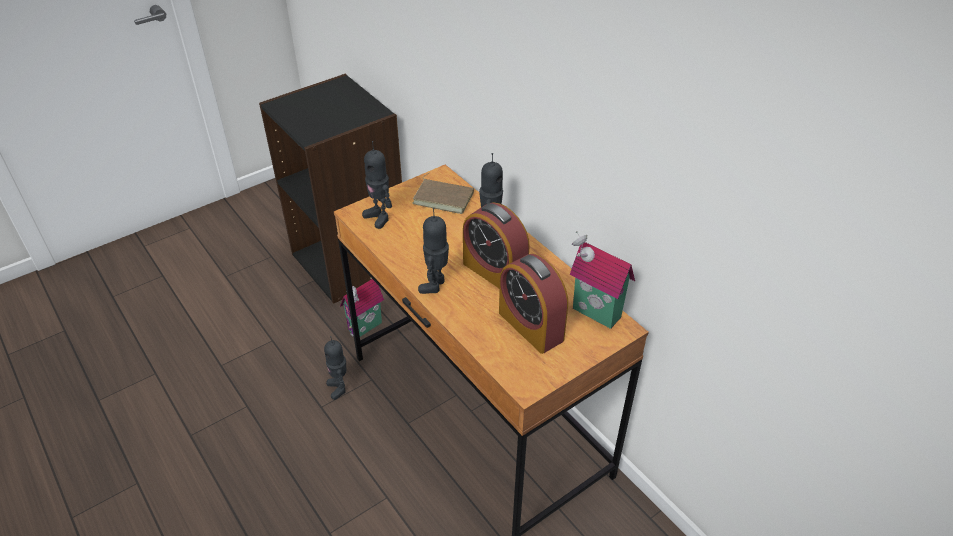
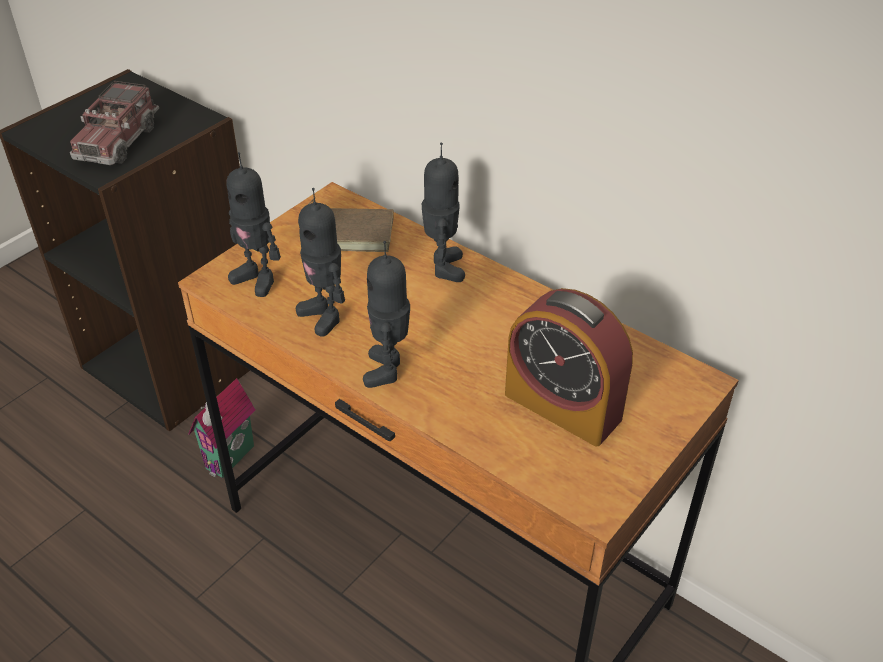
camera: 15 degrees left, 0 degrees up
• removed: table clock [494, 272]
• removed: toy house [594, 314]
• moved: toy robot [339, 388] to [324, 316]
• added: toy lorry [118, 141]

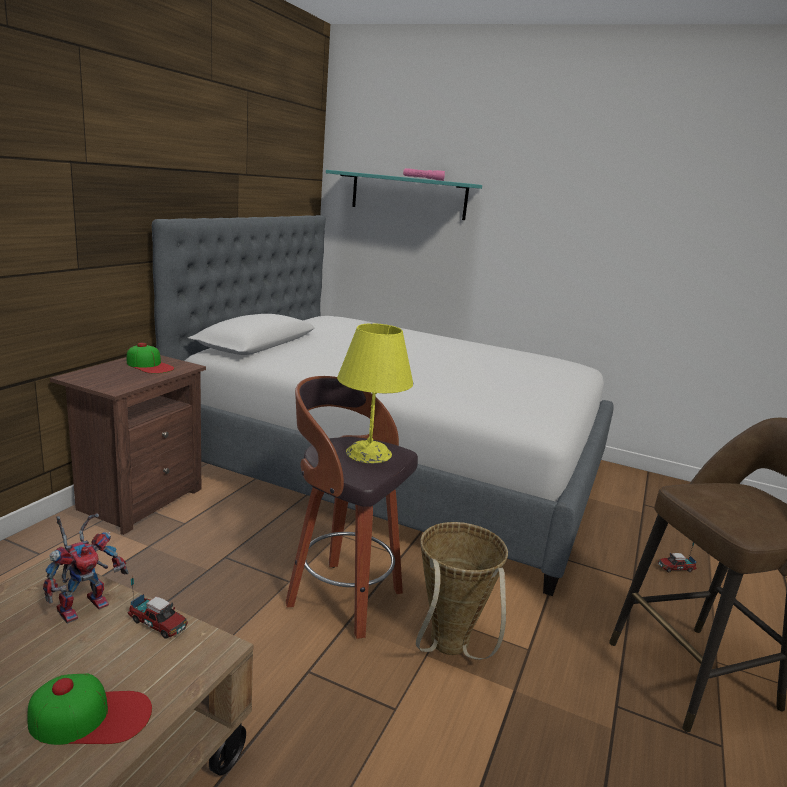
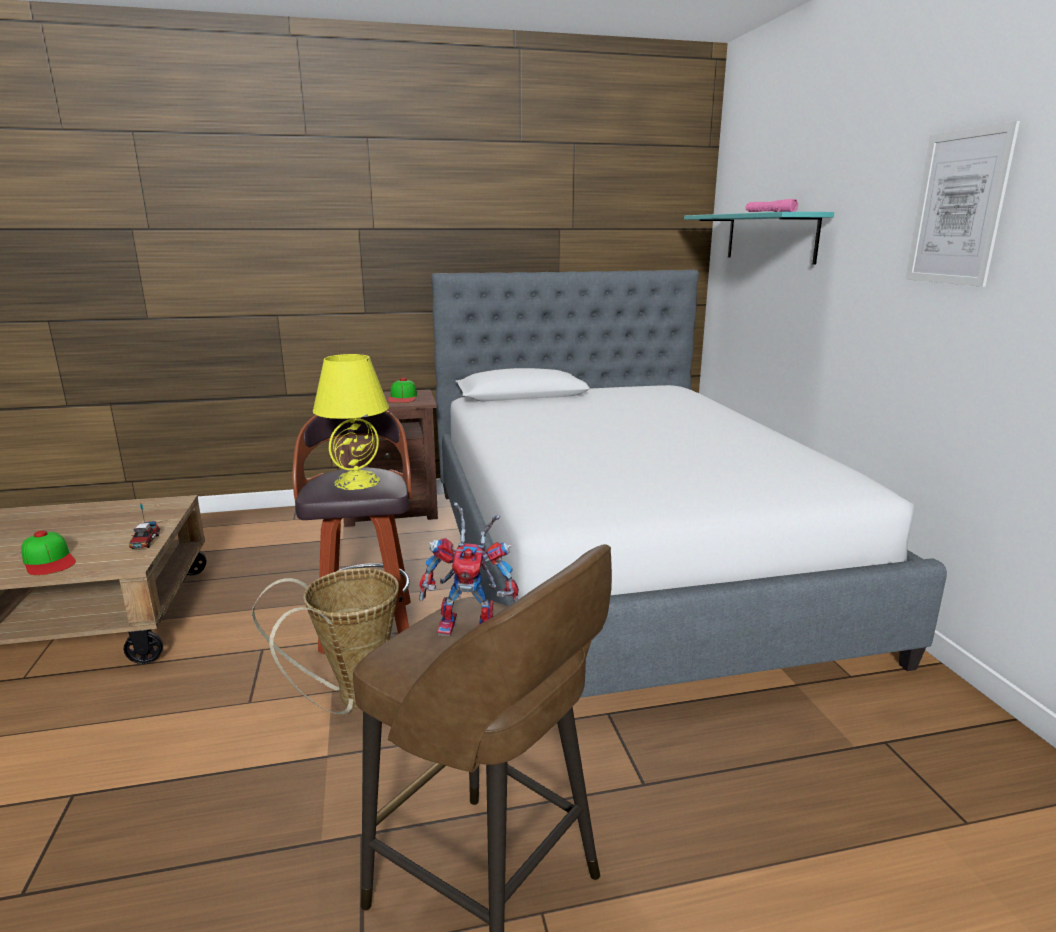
camera: 55 degrees right, 0 degrees up
• moved: toy robot [85, 604] to [472, 625]
• removed: toy lorry [675, 568]
• added: wall art [958, 208]

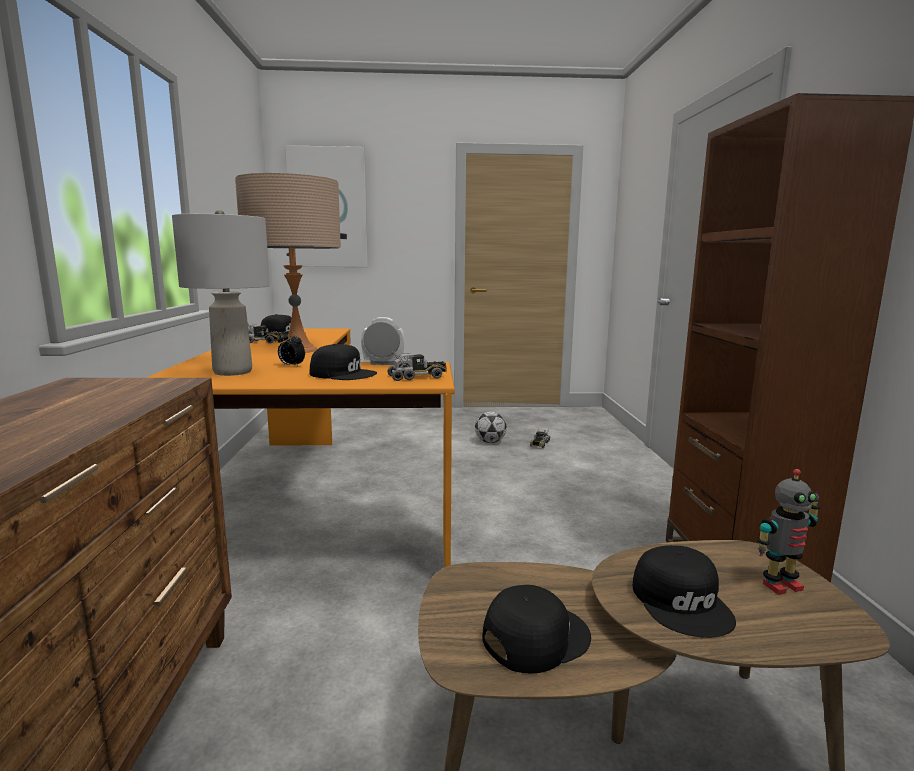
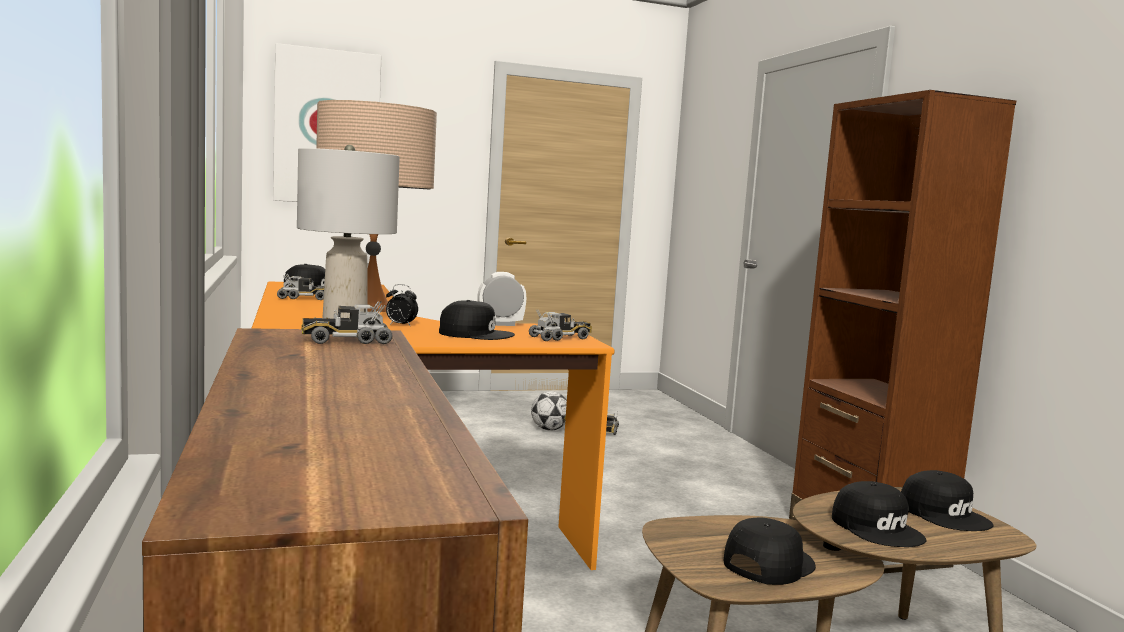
camera: 15 degrees left, 5 degrees down
• replaced: toy robot [780, 585] to blackish baseball cap [944, 514]
• added: toy lorry [346, 341]

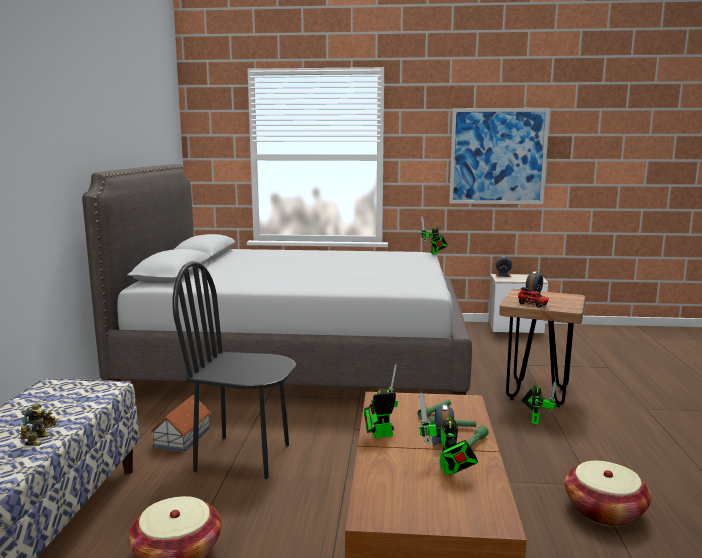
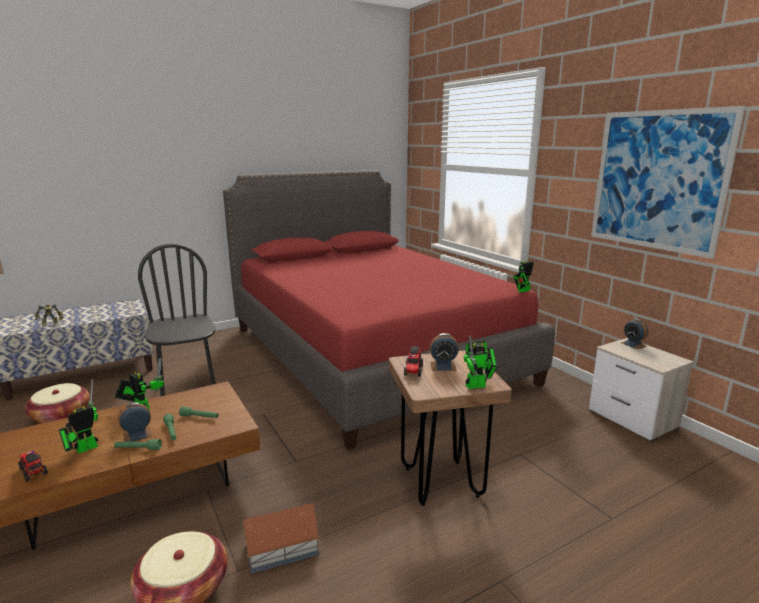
camera: 55 degrees right, 5 degrees up
• recoloured: greyish bed [300, 359] to red-coloured bed [372, 353]
• moved: toy robot [535, 420] to [478, 385]
• moved: toy house [181, 437] to [280, 547]
• added: toy lorry [33, 471]

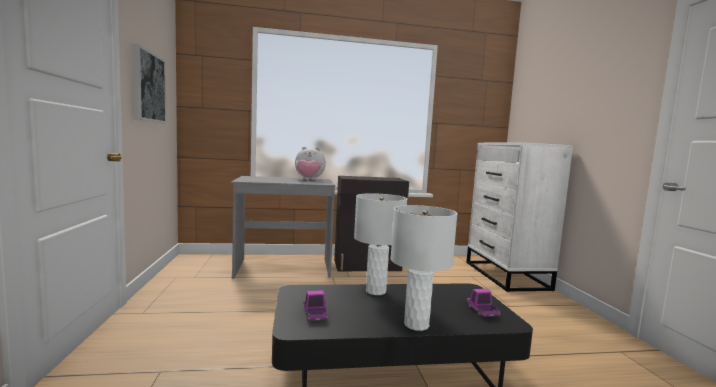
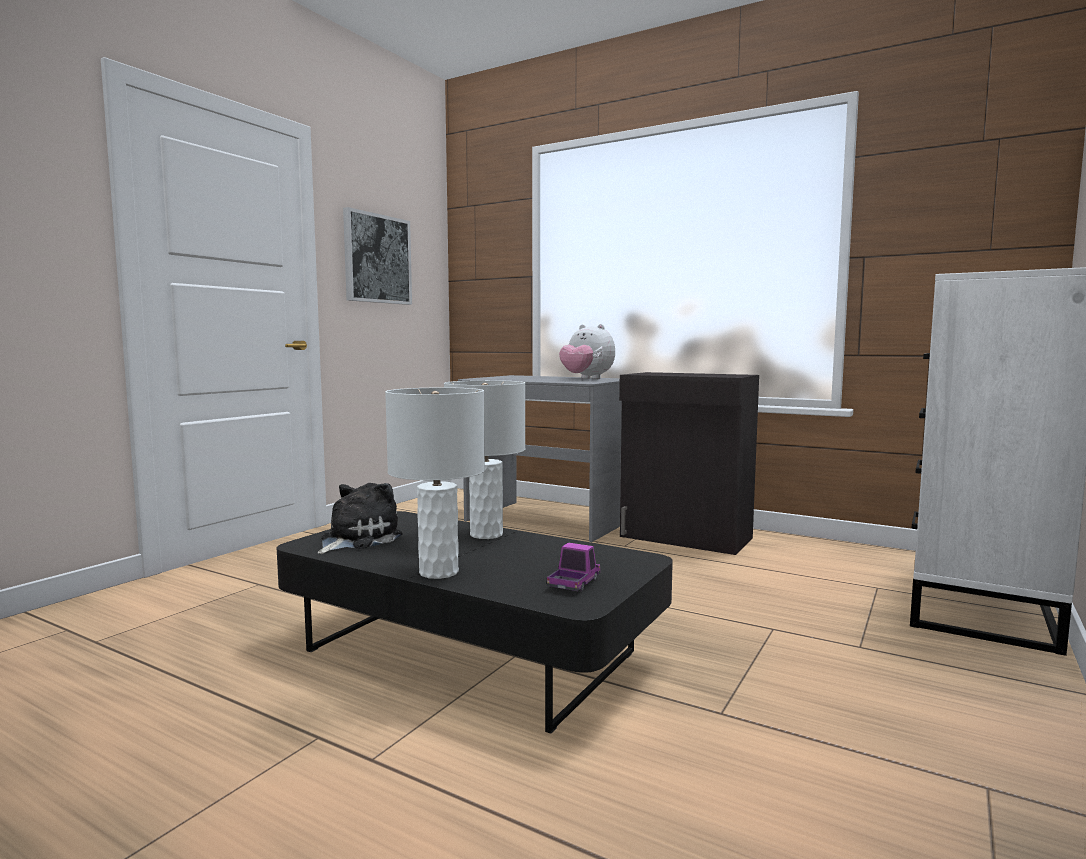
camera: 40 degrees right, 0 degrees up
• replaced: toy lorry [315, 315] to plush toy [357, 539]

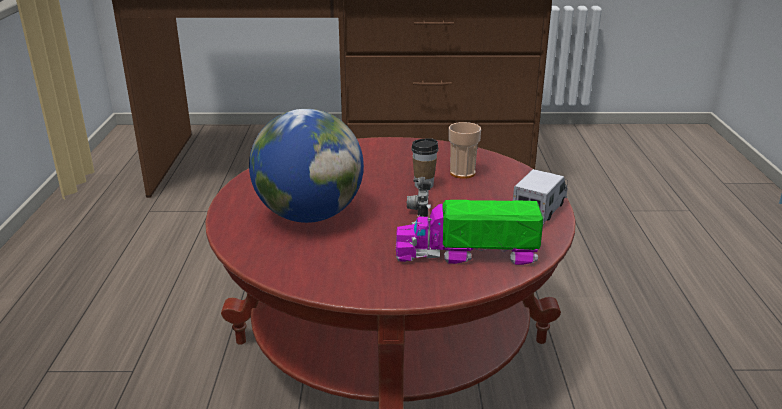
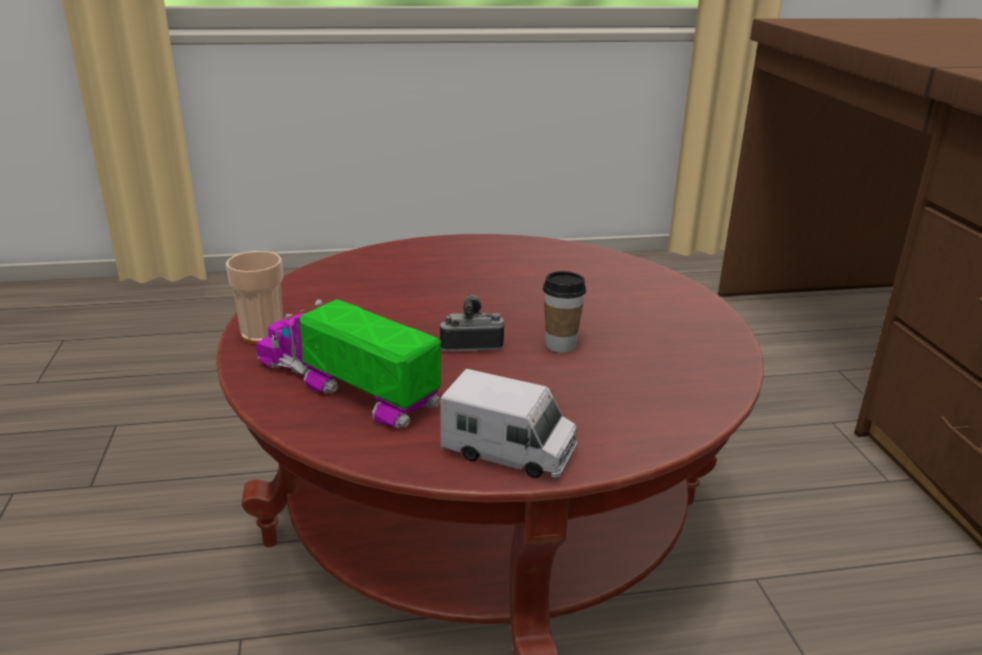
camera: 80 degrees right, 0 degrees up
• removed: desk globe [309, 216]
• moved: small cup [462, 173] to [263, 334]
• turned: toy lorry [466, 254] = [347, 385] 45 degrees counterclockwise

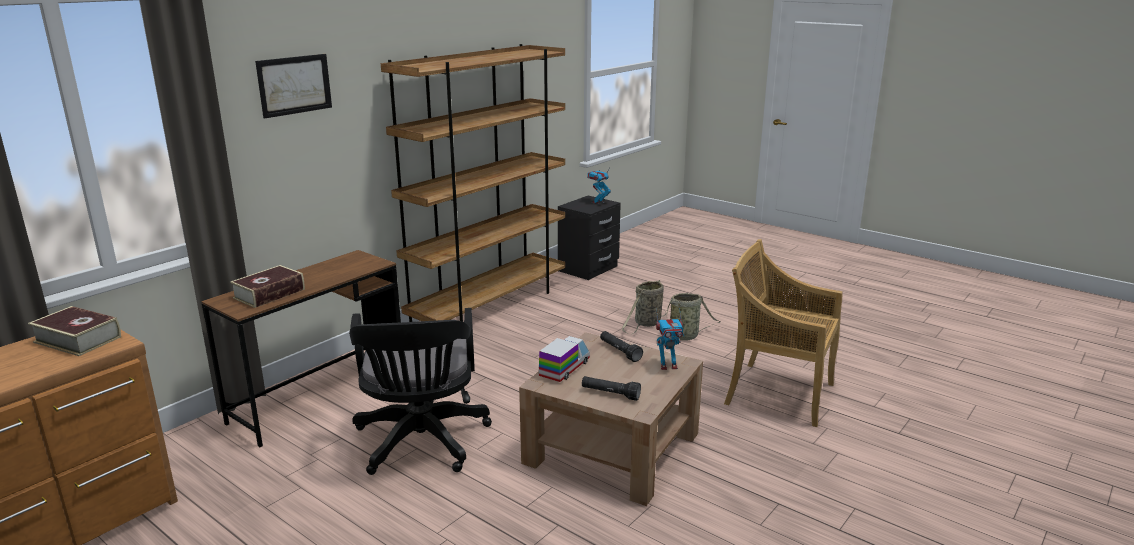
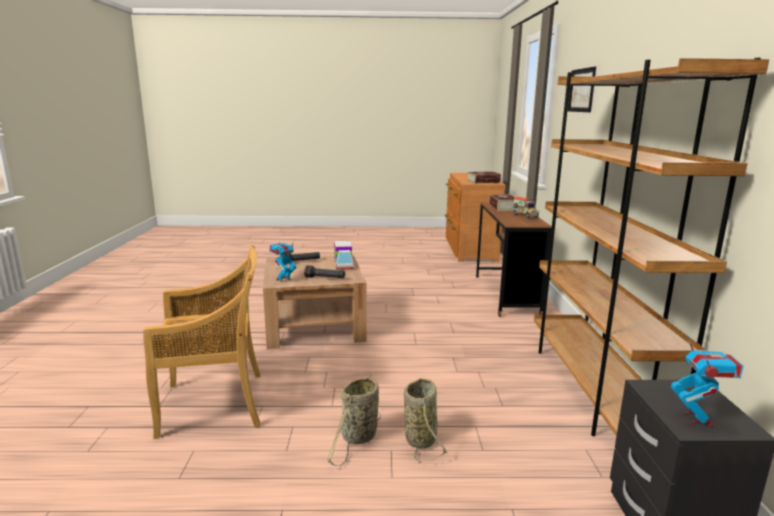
camera: 140 degrees right, 5 degrees down
• removed: blackish desk chair [421, 444]
• added: toy lorry [524, 216]

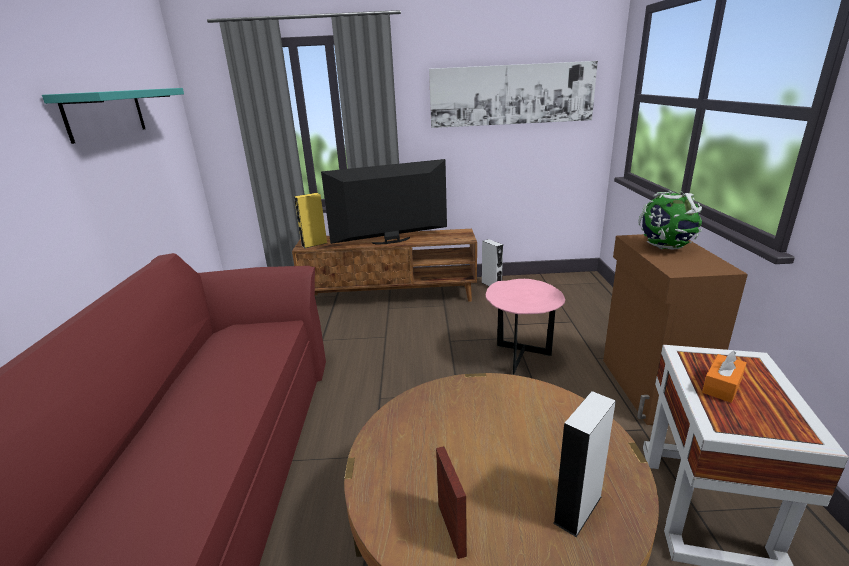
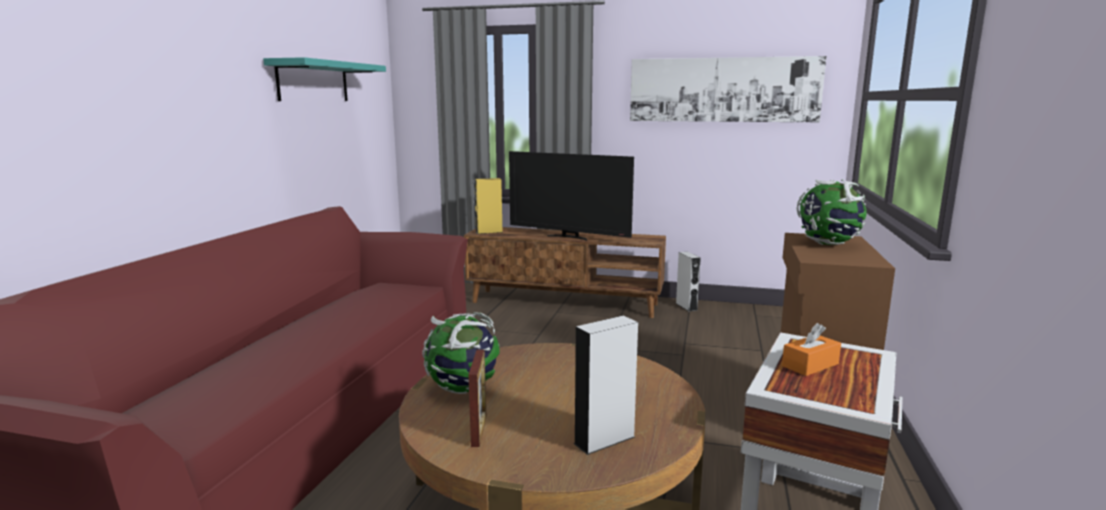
camera: 15 degrees right, 10 degrees down
• turned: TV set [391, 241] = [569, 237] 150 degrees counterclockwise
• removed: pink-coloured side table [520, 359]
• added: desk globe [463, 388]

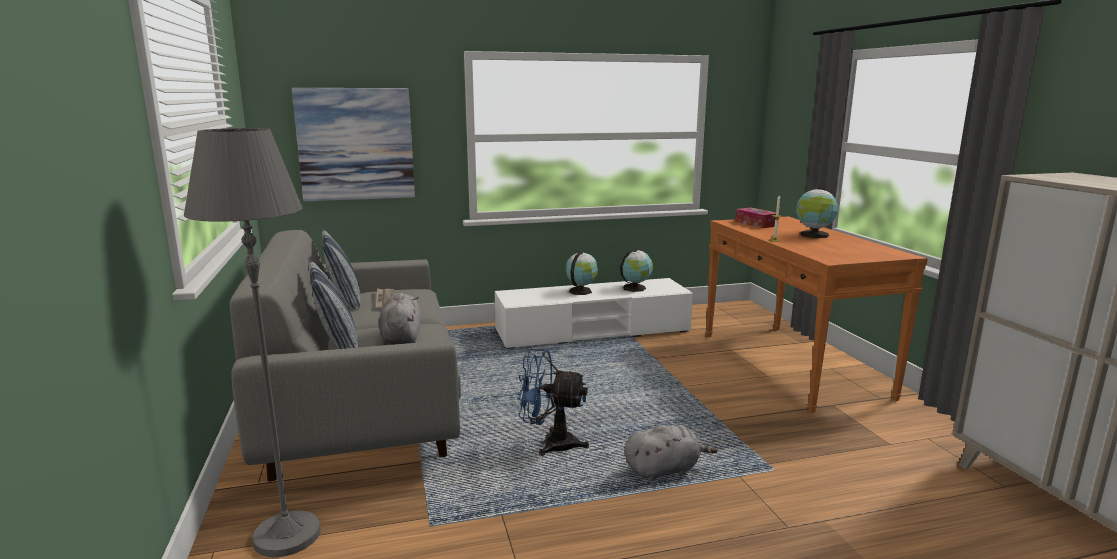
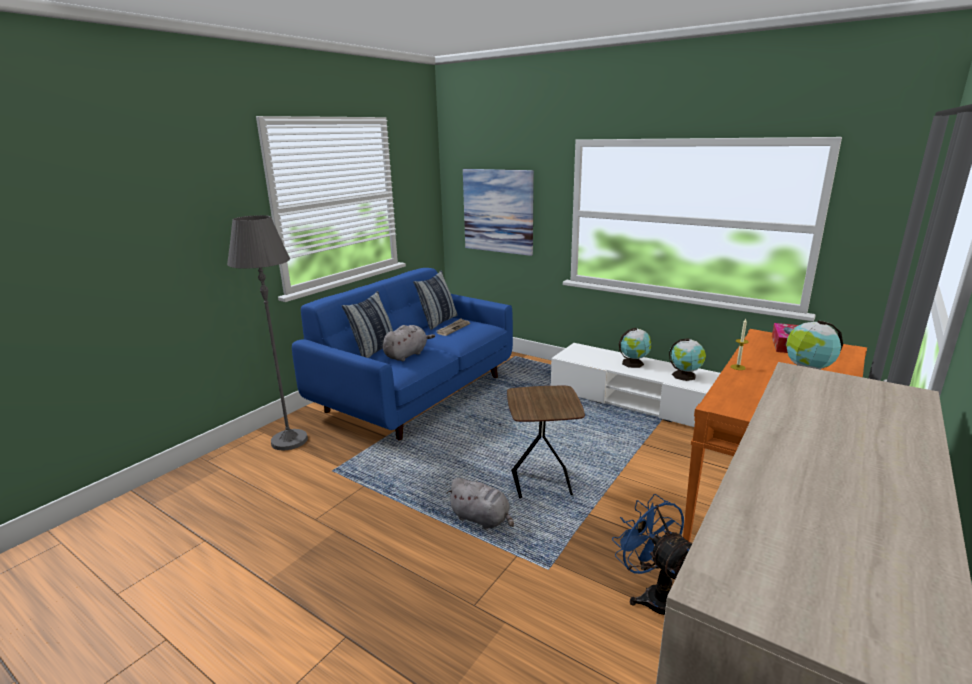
camera: 50 degrees right, 5 degrees up
• recoloured: greyish couch [364, 407] to blue-coloured couch [417, 394]
• moved: blue-coloured cooling fan [550, 443] to [654, 596]
• added: brown-coloured side table [543, 483]

